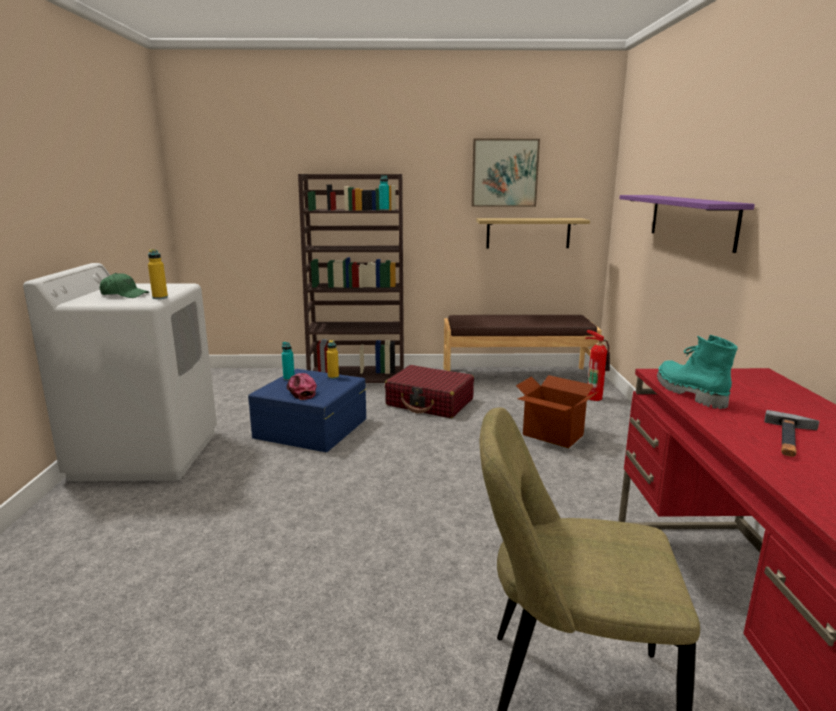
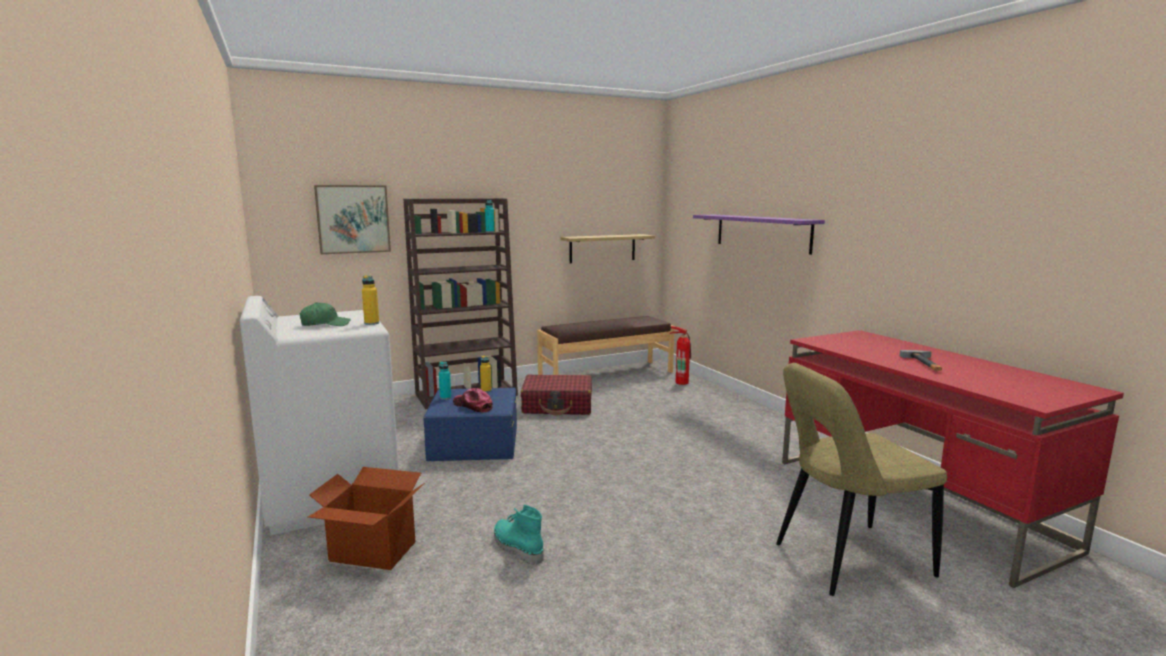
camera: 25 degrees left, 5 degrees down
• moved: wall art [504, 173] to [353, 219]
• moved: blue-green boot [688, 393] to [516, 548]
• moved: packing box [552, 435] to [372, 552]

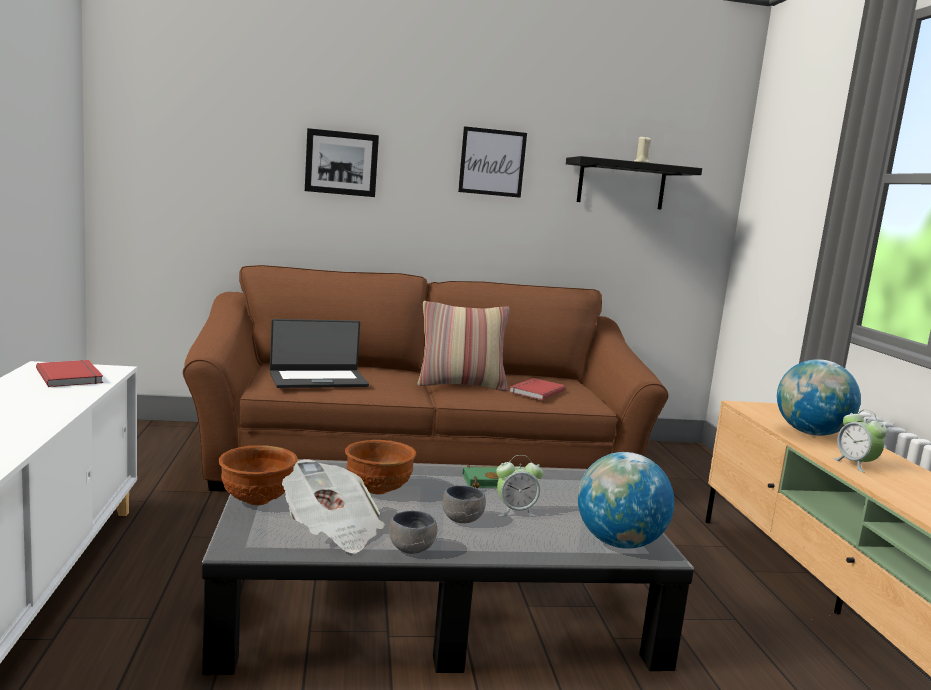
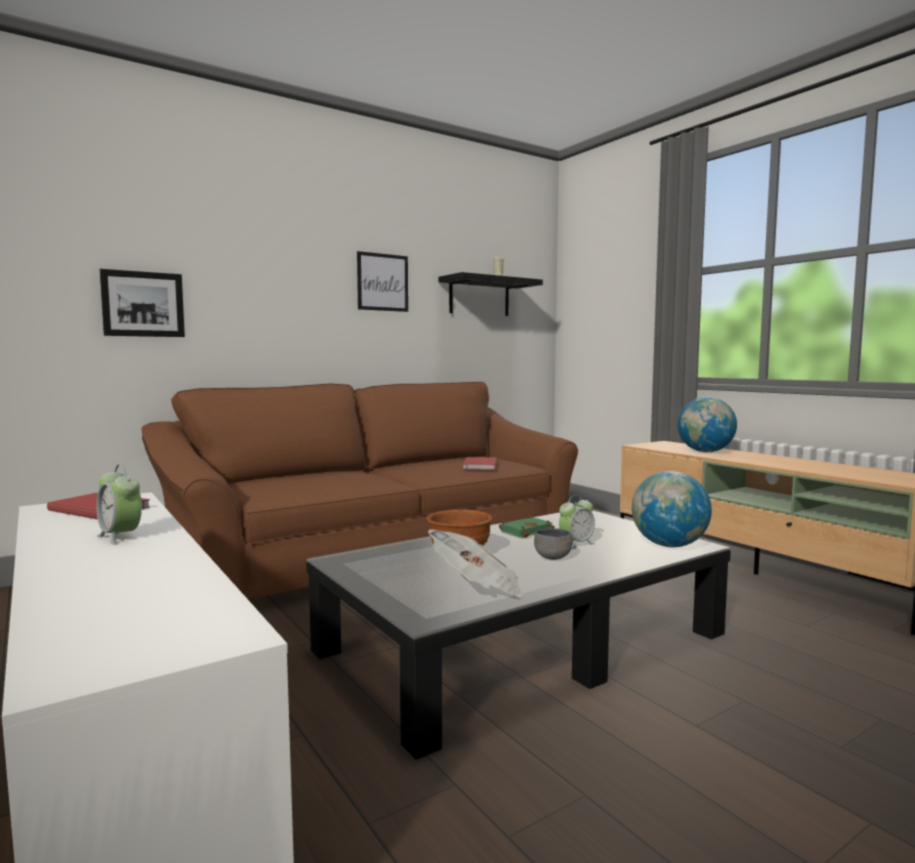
camera: 25 degrees left, 5 degrees down
• moved: wall art [341, 163] to [143, 304]
• removed: pillow [461, 385]
• removed: portable computer [318, 379]
• moved: table clock [855, 464] to [120, 537]
• removed: brown-coloured serving bowl [256, 500]
• removed: greyish serving bowl [410, 548]

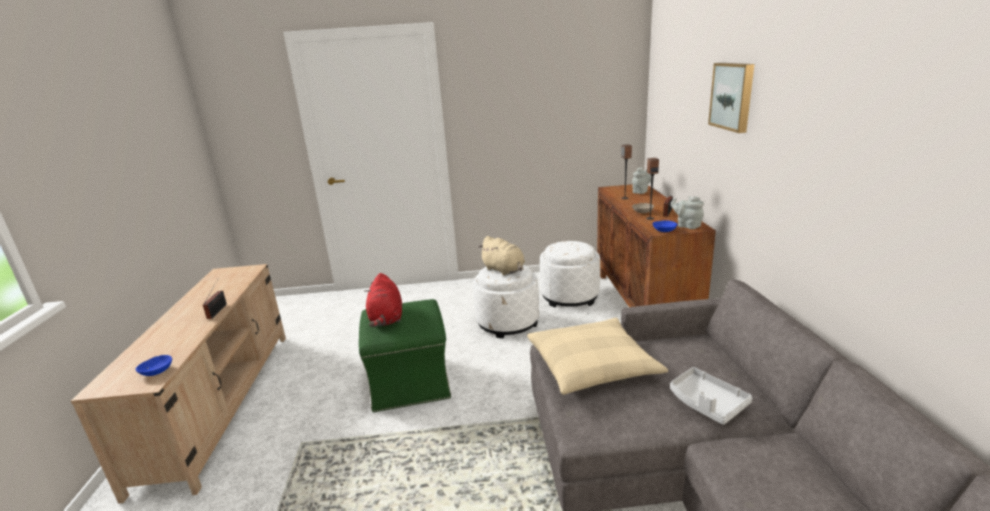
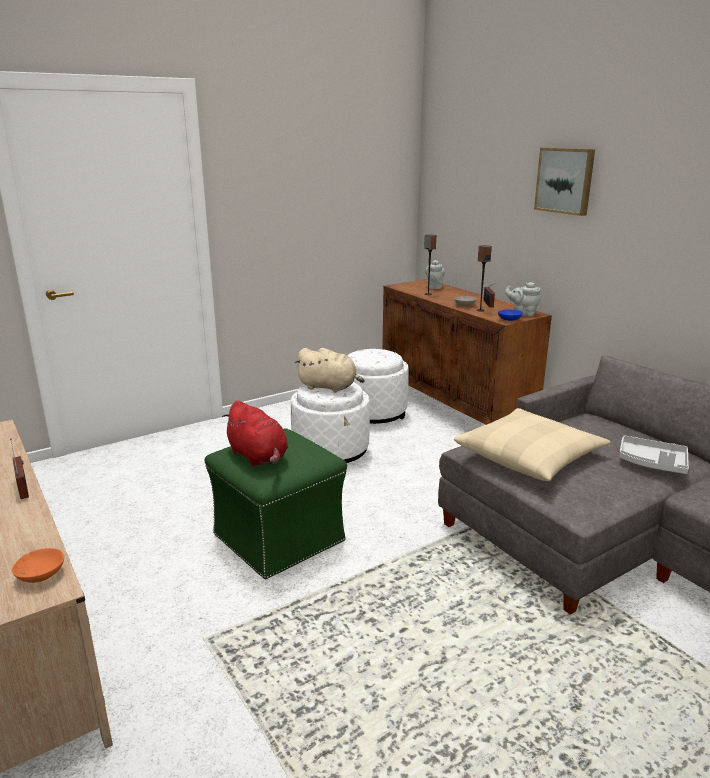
camera: 30 degrees left, 0 degrees up
• recoloured: blue-coloured serving bowl [157, 372] to orange serving bowl [42, 575]

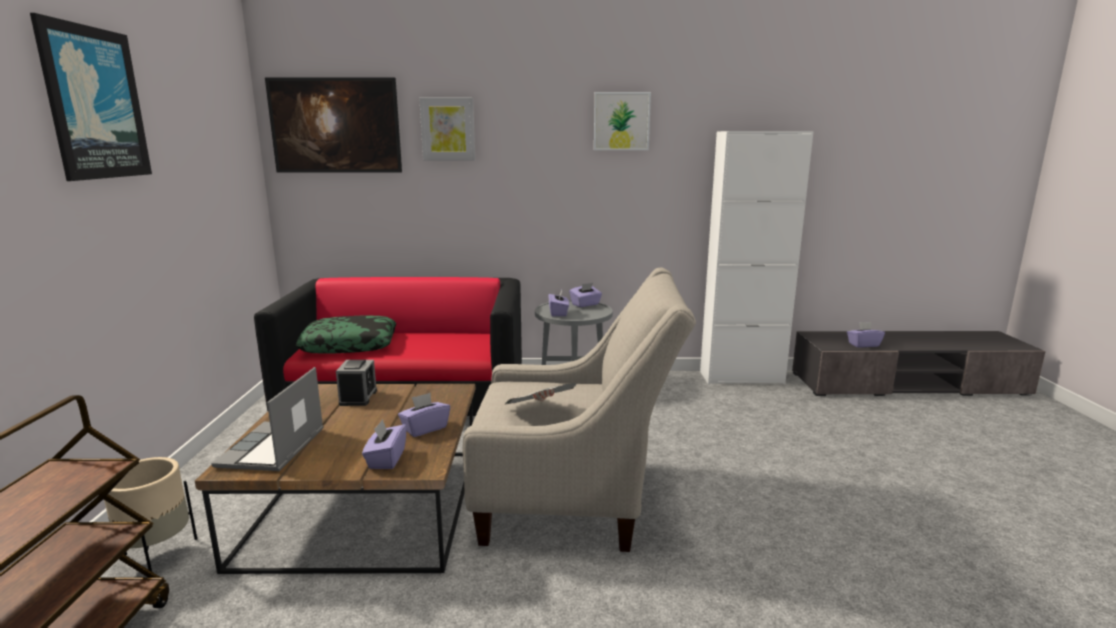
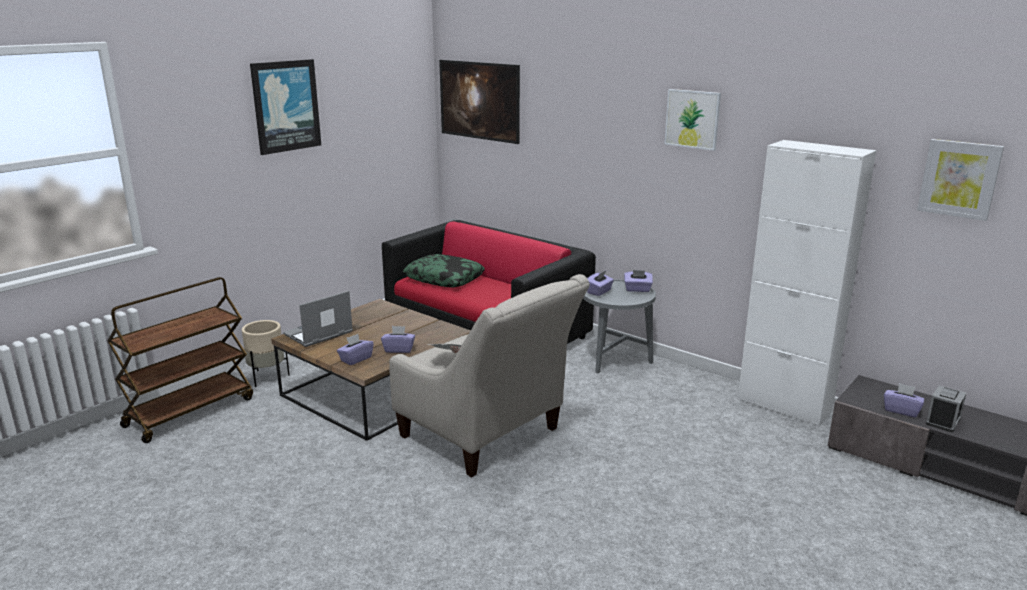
camera: 40 degrees right, 5 degrees up
• moved: wall art [448, 129] to [959, 179]
• moved: table clock [358, 397] to [943, 421]

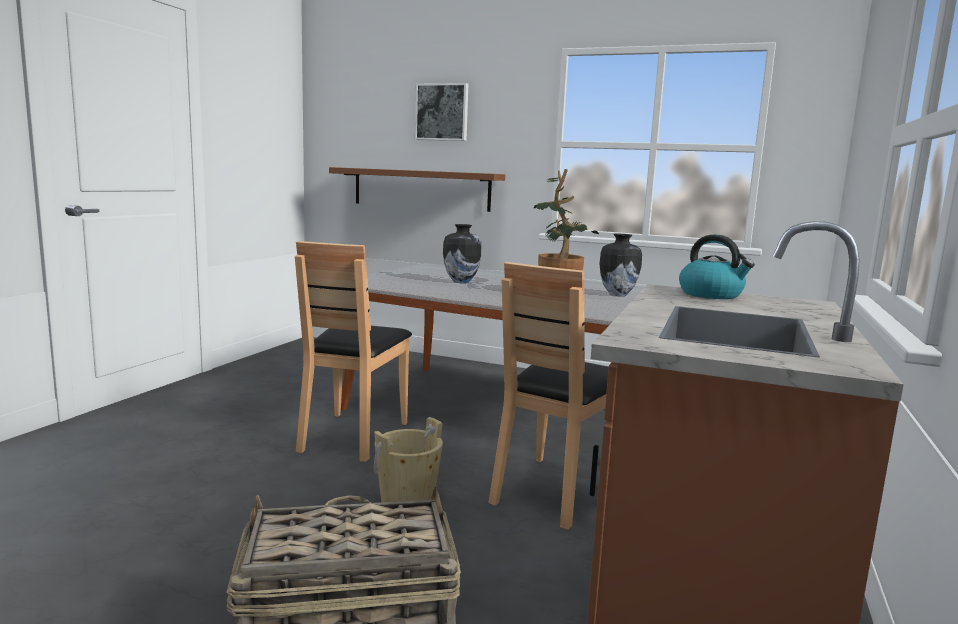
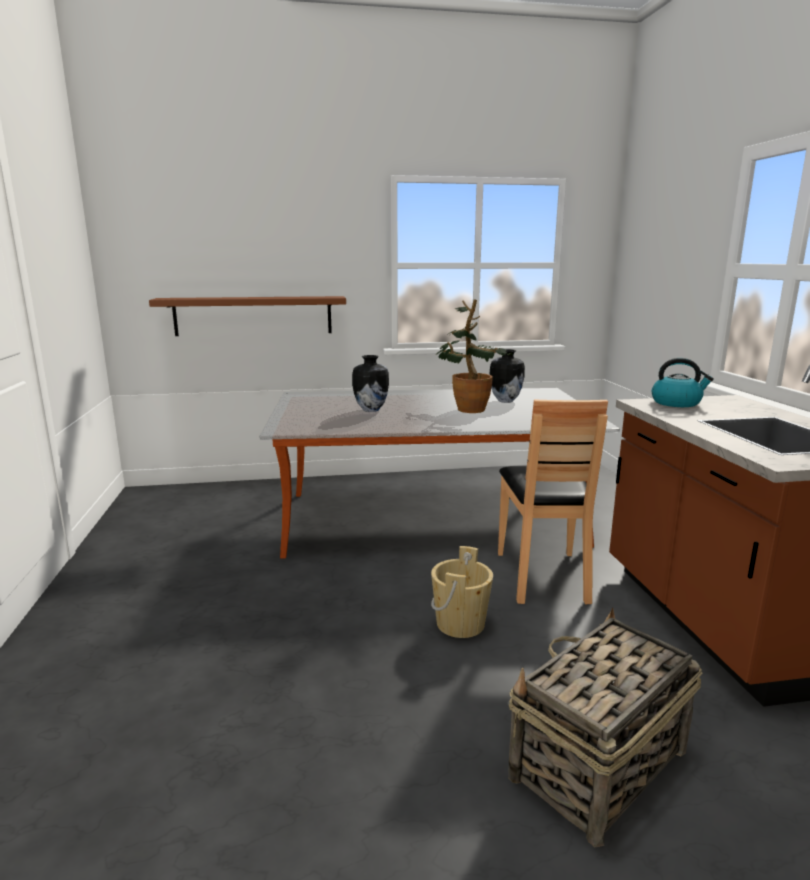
camera: 30 degrees left, 5 degrees up
• removed: wall art [442, 112]
• removed: brown-coloured plain chair [353, 436]

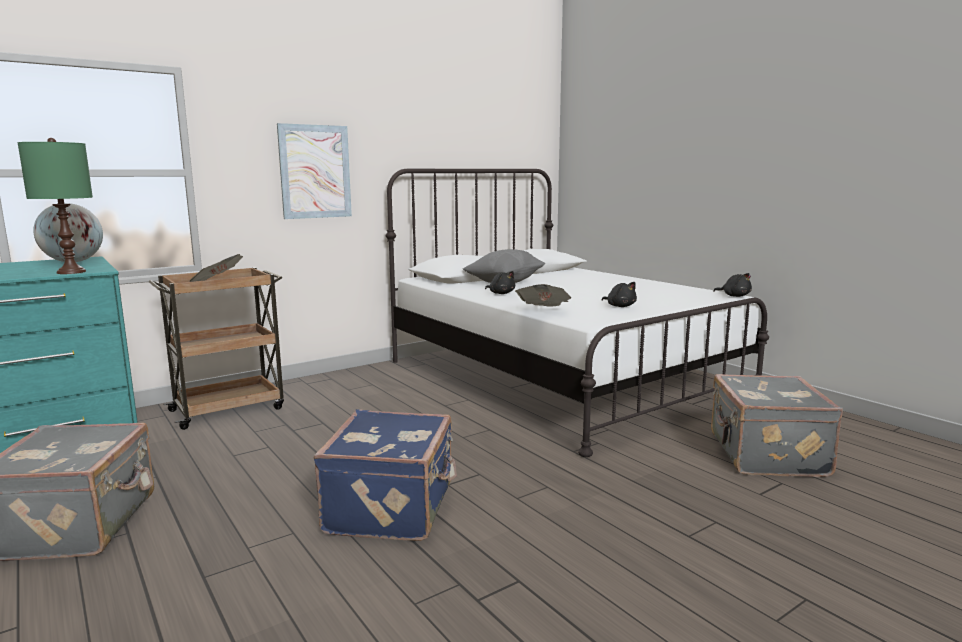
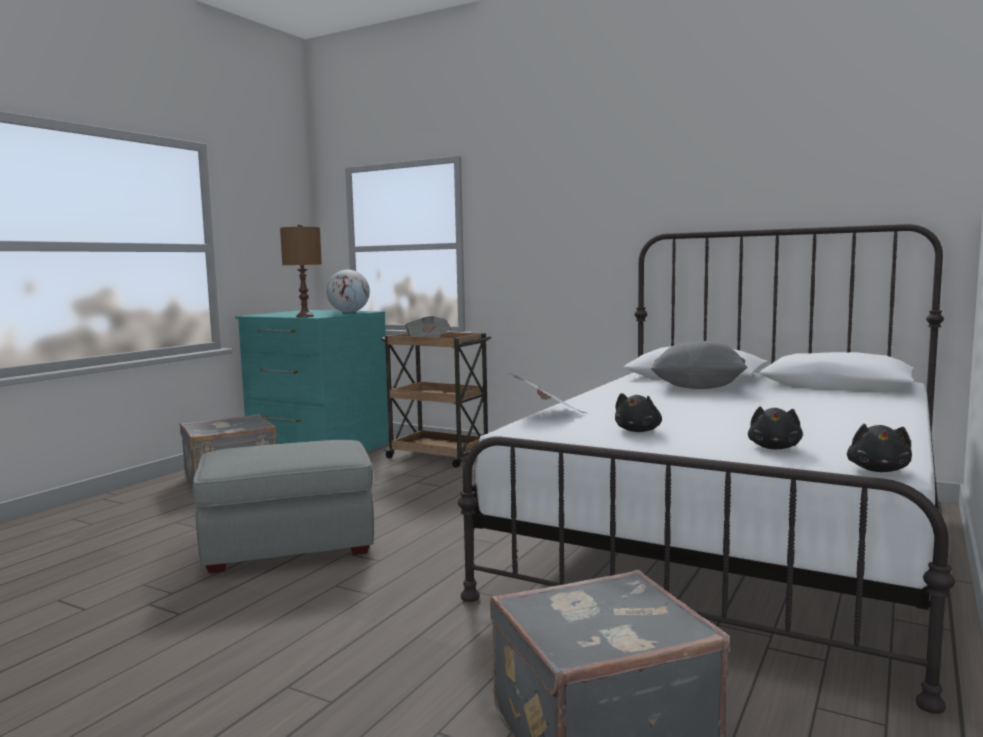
camera: 65 degrees right, 5 degrees down
• removed: wall art [315, 172]
• recoloured: greenish lamp for a table [71, 272] to brown-coloured lamp for a table [304, 316]
• moved: blackish plush toy [501, 293] to [774, 448]
• replaced: blue-coloured piece of luggage [393, 508] to greyish footrest [290, 545]

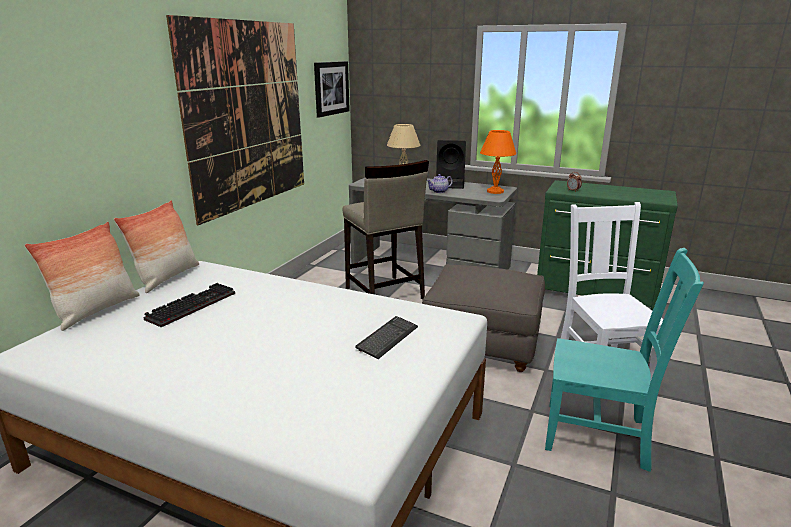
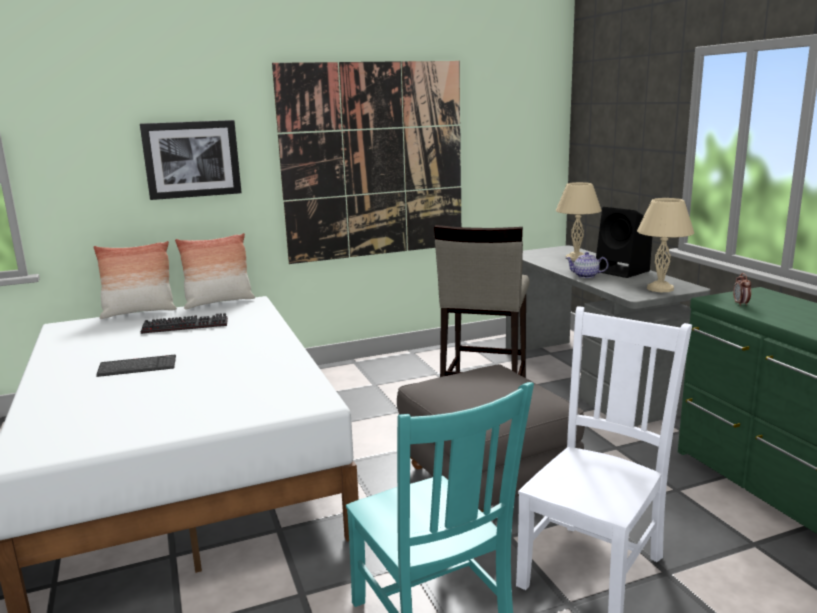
camera: 45 degrees right, 5 degrees down
• moved: wall art [331, 88] to [192, 159]
• recoloured: orange lamp for a table [495, 191] to beige lamp for a table [661, 288]
• moved: computer keyboard [387, 338] to [137, 367]

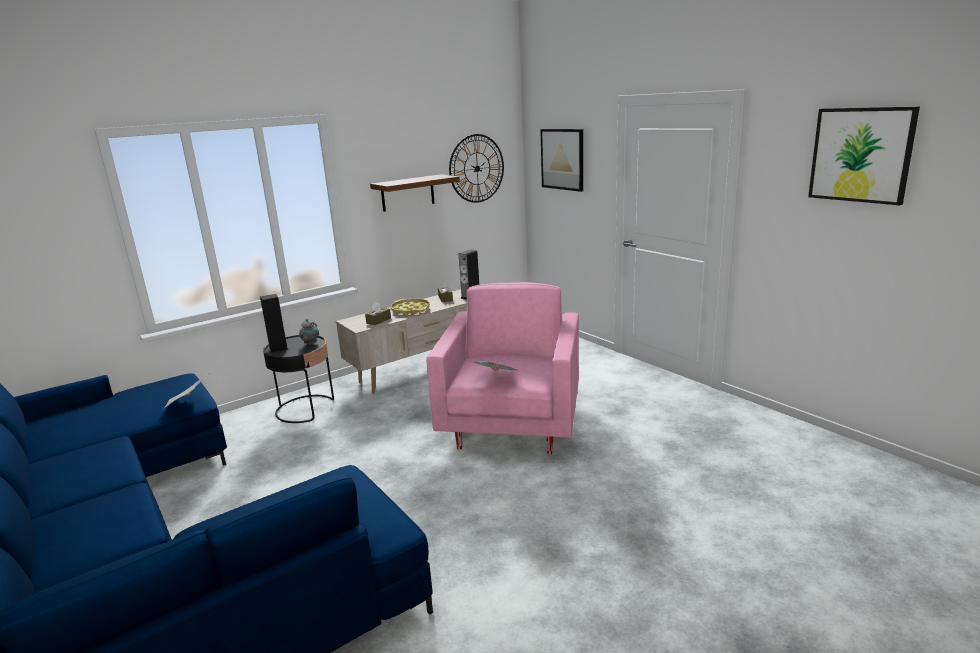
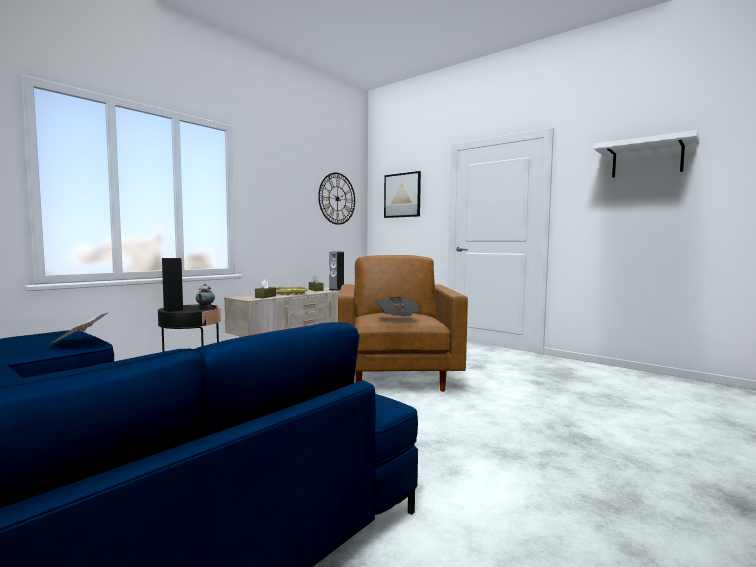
camera: 15 degrees left, 15 degrees down
• replaced: wall art [861, 155] to white wall shelf [647, 159]
• removed: brown-coloured wall shelf [407, 193]
• recoloured: pink-coloured armchair [512, 425] to brown-coloured armchair [396, 377]

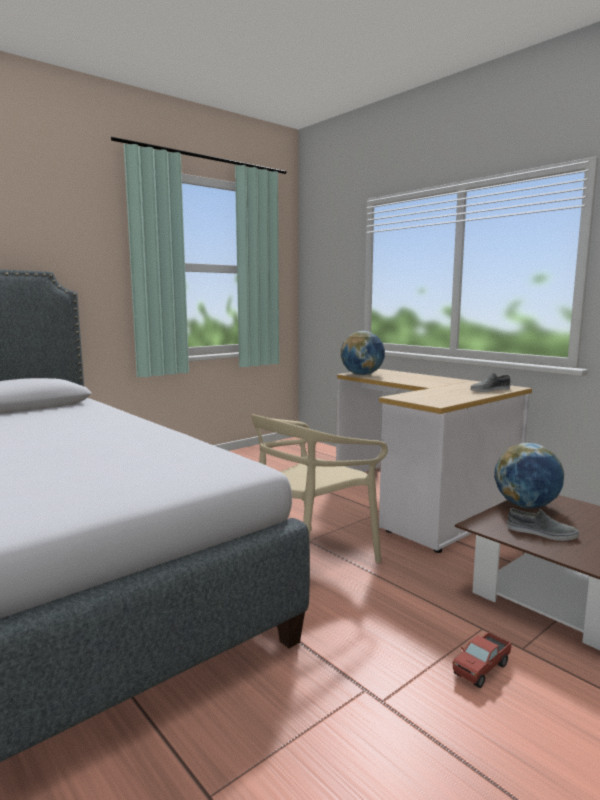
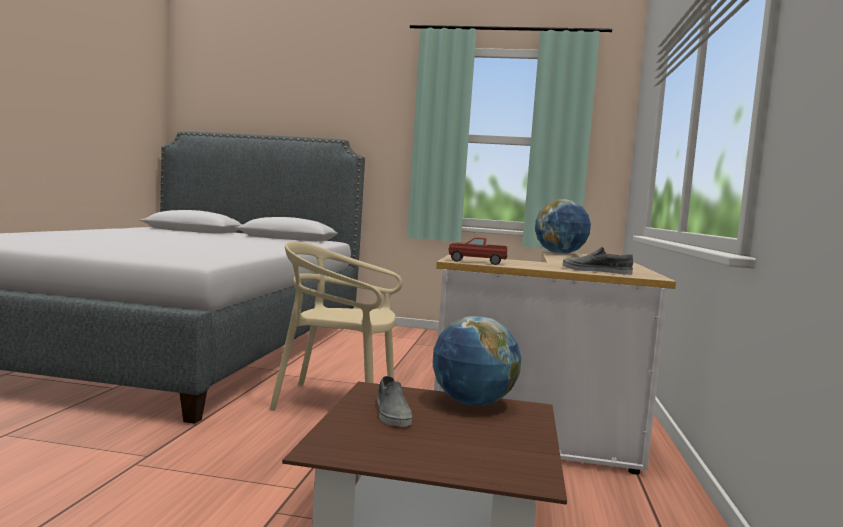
camera: 50 degrees right, 5 degrees down
• moved: toy lorry [481, 669] to [477, 262]

